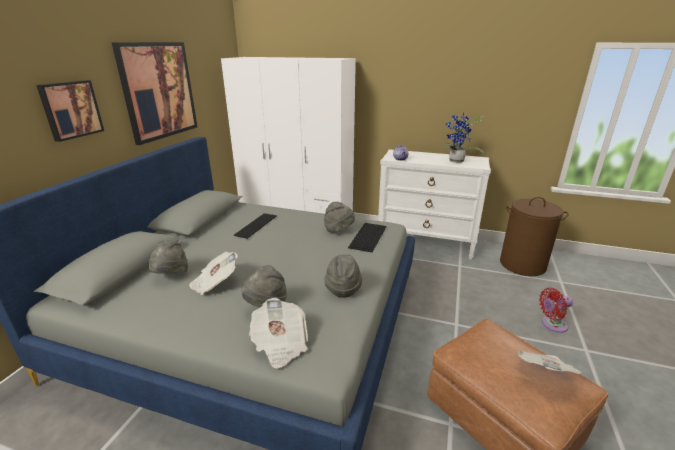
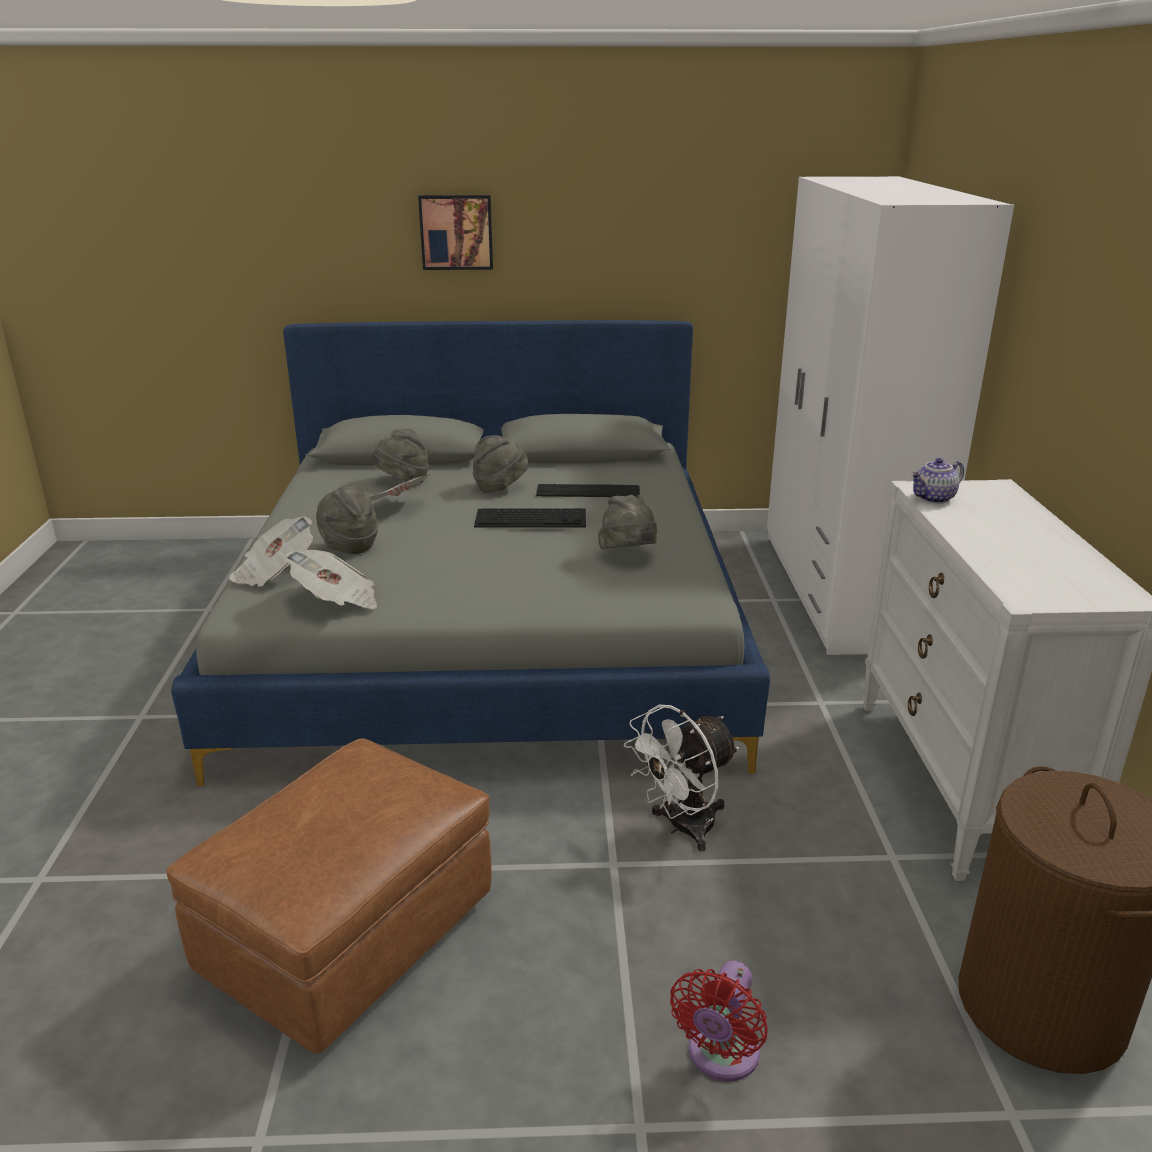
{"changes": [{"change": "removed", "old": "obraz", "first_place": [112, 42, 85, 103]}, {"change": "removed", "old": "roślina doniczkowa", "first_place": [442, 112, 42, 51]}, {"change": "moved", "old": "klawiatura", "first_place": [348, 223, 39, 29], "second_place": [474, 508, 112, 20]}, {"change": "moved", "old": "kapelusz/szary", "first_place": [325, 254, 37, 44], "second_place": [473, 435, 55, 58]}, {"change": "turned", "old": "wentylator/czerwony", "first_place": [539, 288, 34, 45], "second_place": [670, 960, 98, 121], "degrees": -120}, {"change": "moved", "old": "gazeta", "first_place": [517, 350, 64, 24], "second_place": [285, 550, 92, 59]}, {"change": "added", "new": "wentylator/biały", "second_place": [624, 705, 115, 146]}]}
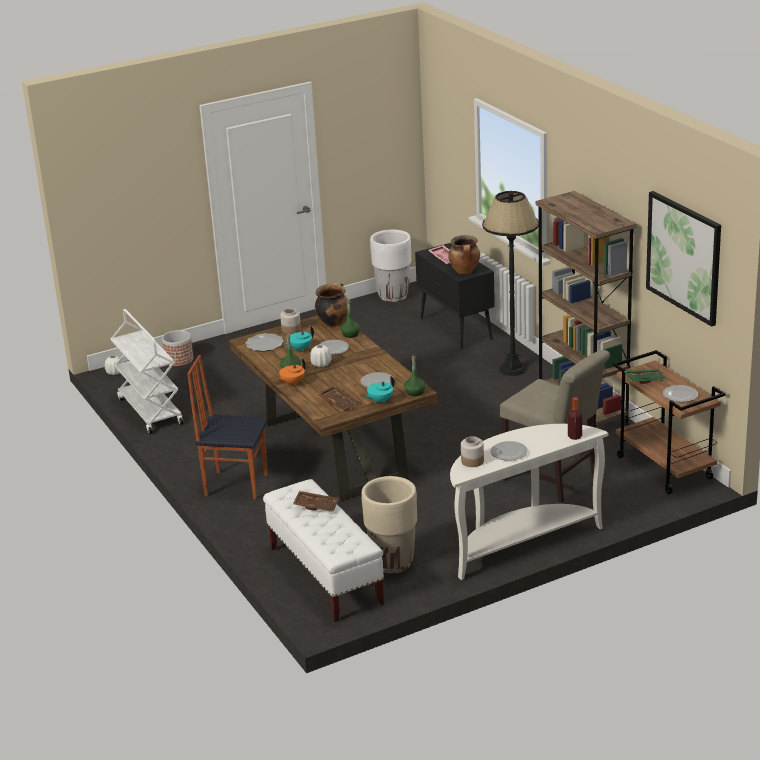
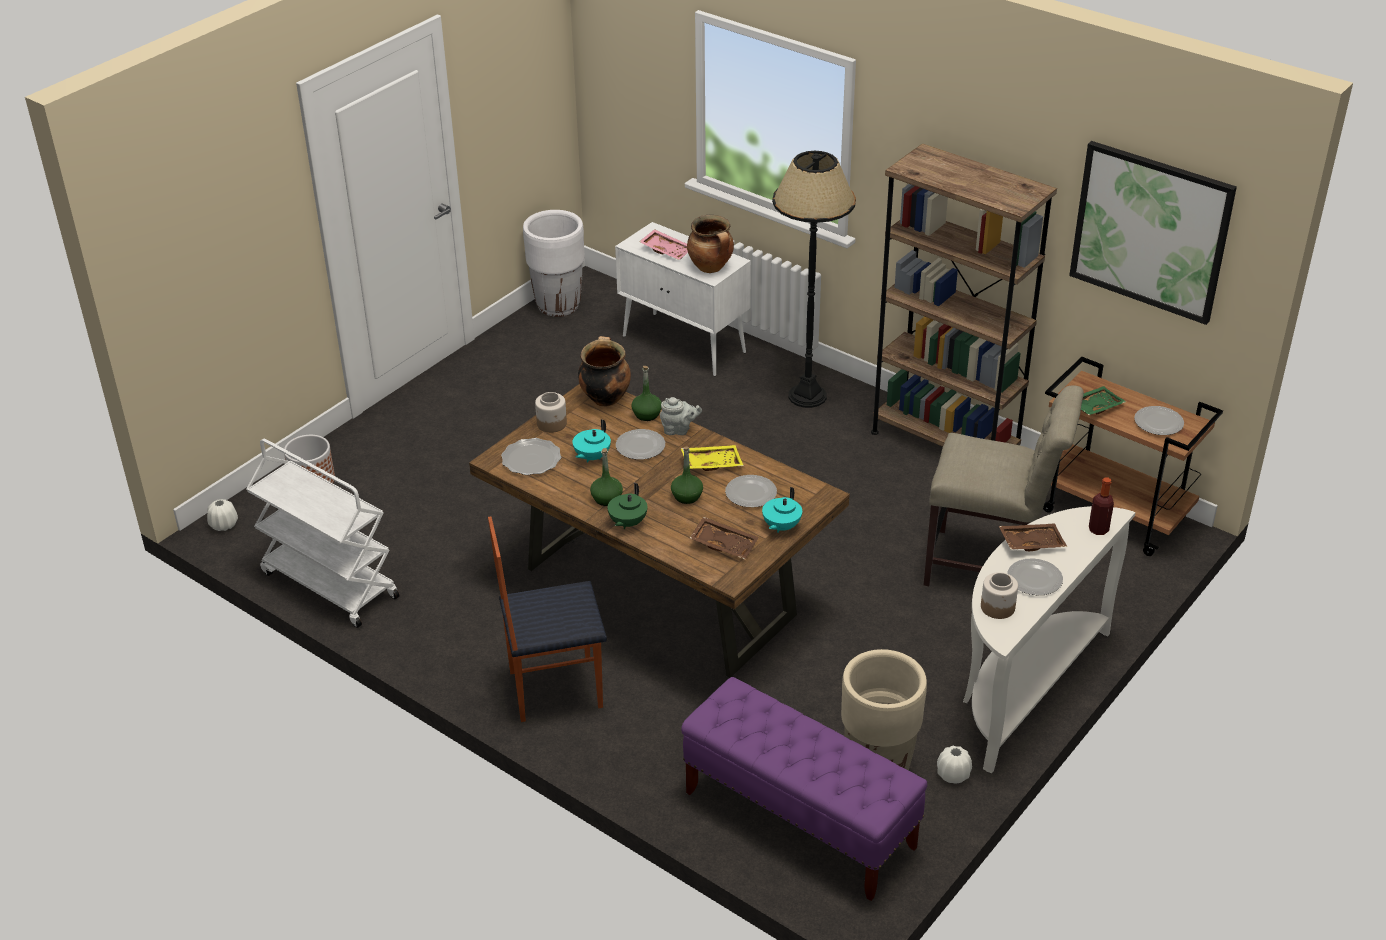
{"changes": [{"change": "recoloured", "old": "szafka/czarny", "new": "szafka/biały", "first_place": [415, 243, 80, 106], "second_place": [615, 222, 136, 154]}, {"change": "moved", "old": "wazon/biały", "first_place": [310, 345, 22, 22], "second_place": [937, 746, 35, 38]}, {"change": "moved", "old": "butelka/zielony", "first_place": [404, 356, 22, 40], "second_place": [671, 446, 32, 58]}, {"change": "recoloured", "old": "imbryk/pomarańczowy", "new": "imbryk/zielony", "first_place": [277, 358, 28, 28], "second_place": [608, 483, 39, 46]}, {"change": "recoloured", "old": "ławka/biały", "new": "ławka/fioletowy", "first_place": [263, 479, 121, 143], "second_place": [681, 677, 246, 224]}, {"change": "moved", "old": "taca/brązowy", "first_place": [293, 491, 46, 21], "second_place": [999, 523, 68, 28]}, {"change": "added", "new": "imbryk/szary", "second_place": [660, 397, 42, 38]}, {"change": "added", "new": "taca/żółty", "second_place": [681, 445, 63, 26]}]}
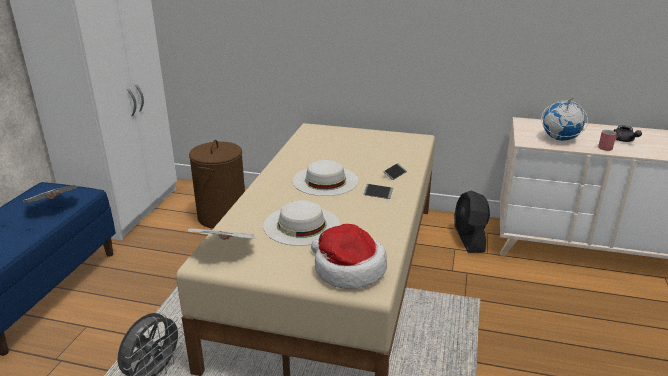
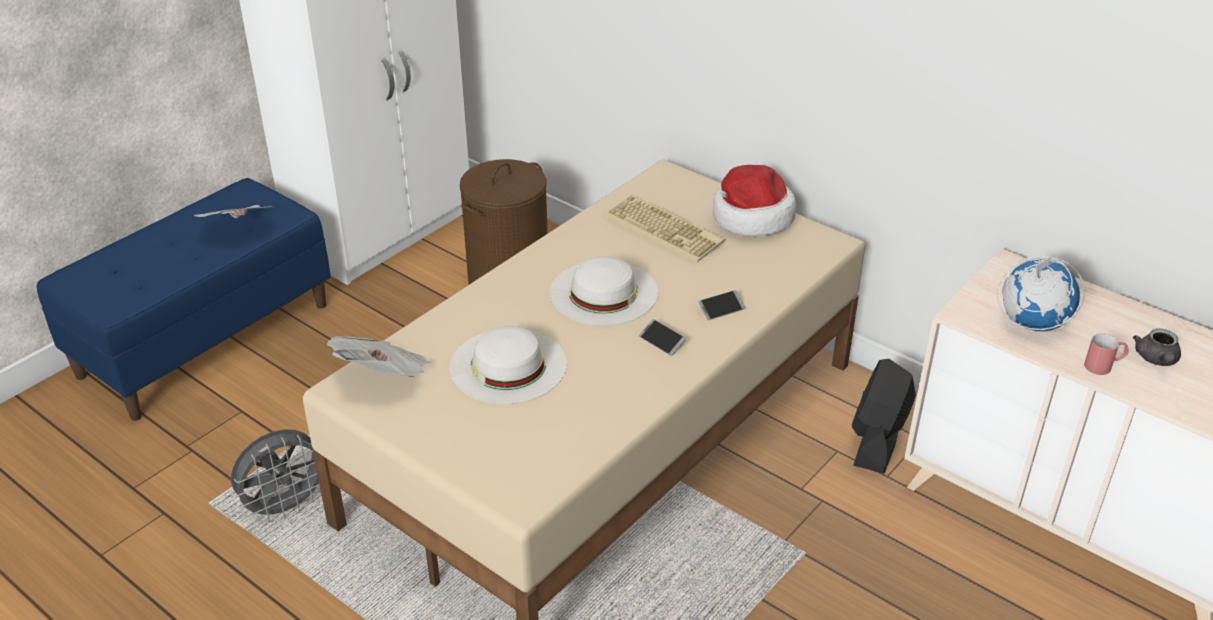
{"changes": [{"change": "moved", "old": "kapelusz", "first_place": [311, 224, 76, 65], "second_place": [713, 165, 83, 71]}, {"change": "added", "new": "klawiatura", "second_place": [605, 195, 120, 67]}]}
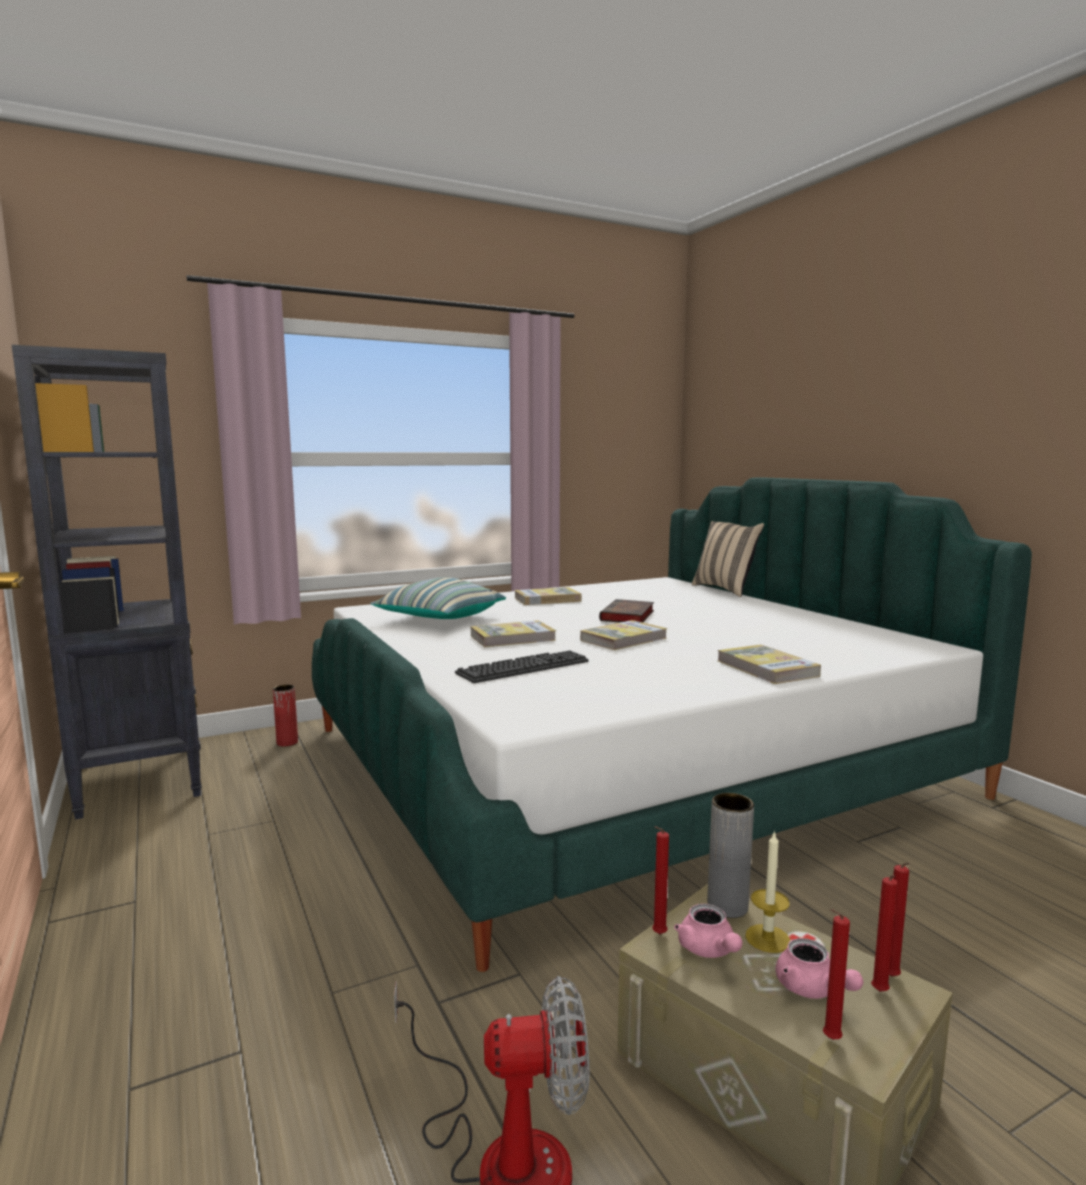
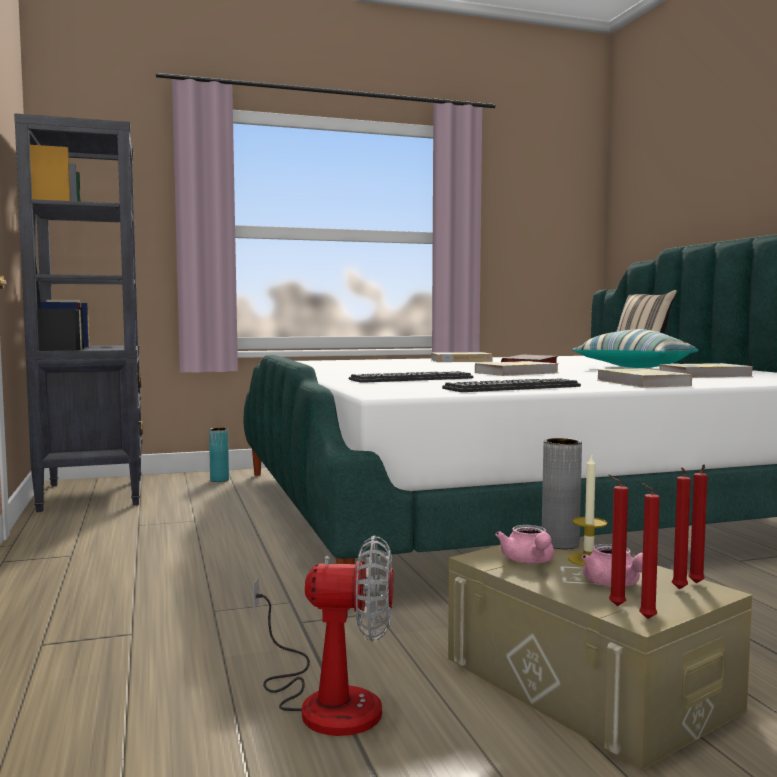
{"changes": [{"change": "moved", "old": "poduszka", "first_place": [371, 577, 135, 42], "second_place": [572, 329, 126, 39]}, {"change": "moved", "old": "książka", "first_place": [471, 620, 85, 27], "second_place": [659, 363, 95, 15]}, {"change": "recoloured", "old": "wazon/czerwony", "new": "wazon/turkusowy", "first_place": [273, 685, 25, 62], "second_place": [209, 428, 20, 54]}, {"change": "moved", "old": "świeca/czerwony", "first_place": [652, 826, 17, 108], "second_place": [639, 483, 21, 136]}, {"change": "added", "new": "klawiatura", "second_place": [442, 378, 139, 14]}]}
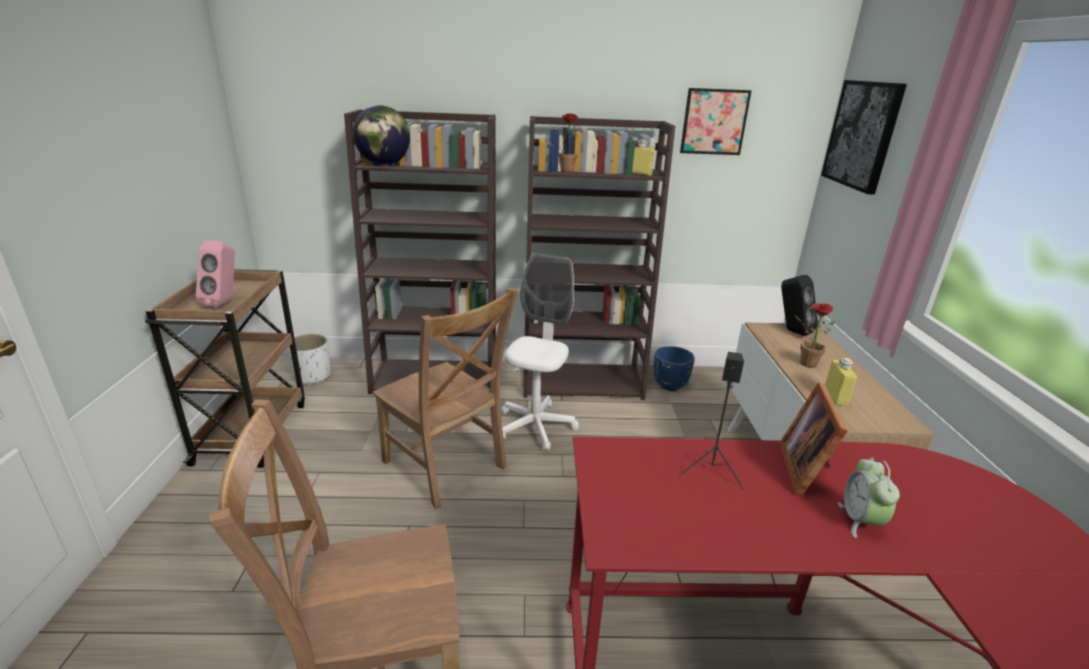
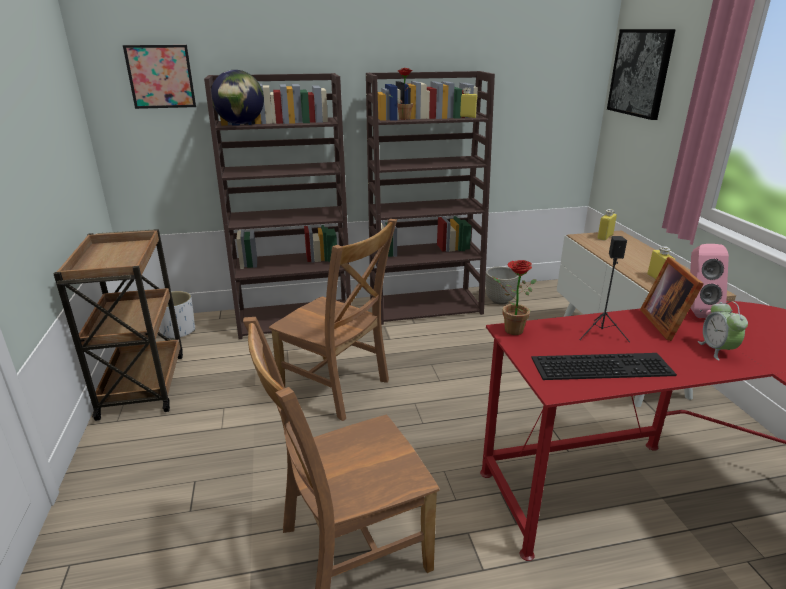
{"changes": [{"change": "moved", "old": "obraz", "first_place": [680, 88, 72, 67], "second_place": [123, 45, 73, 64]}, {"change": "moved", "old": "głośnik/różowy", "first_place": [196, 241, 39, 67], "second_place": [690, 244, 39, 74]}, {"change": "removed", "old": "krzesło biurowe/biały", "first_place": [501, 253, 78, 198]}, {"change": "replaced", "old": "głośnik/czarny", "new": "butelka/żółty", "first_place": [781, 275, 37, 61], "second_place": [597, 209, 20, 32]}, {"change": "moved", "old": "roślina doniczkowa", "first_place": [795, 303, 41, 65], "second_place": [492, 260, 45, 75]}, {"change": "recoloured", "old": "donica/niebieski", "new": "donica/szary", "first_place": [654, 346, 41, 45], "second_place": [485, 266, 34, 39]}, {"change": "added", "new": "klawiatura", "second_place": [531, 353, 146, 27]}]}
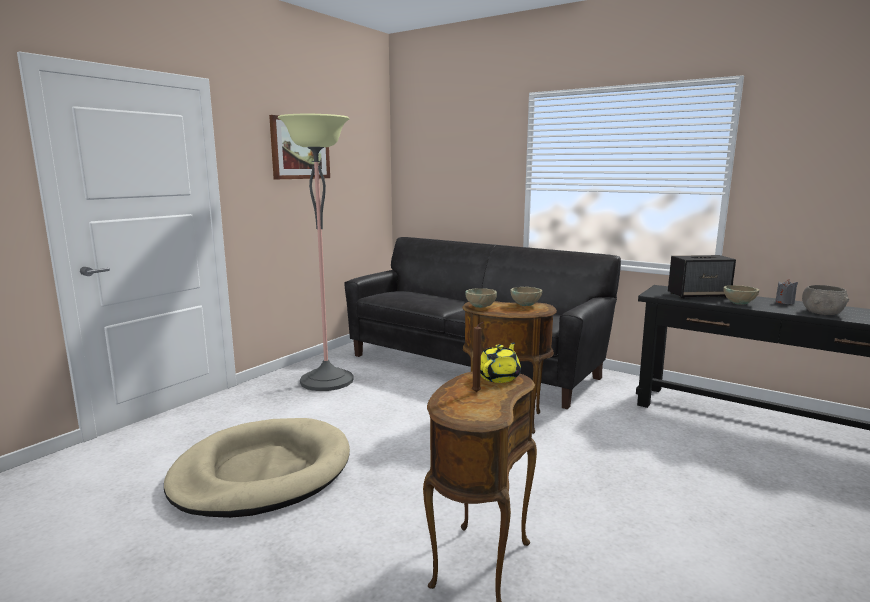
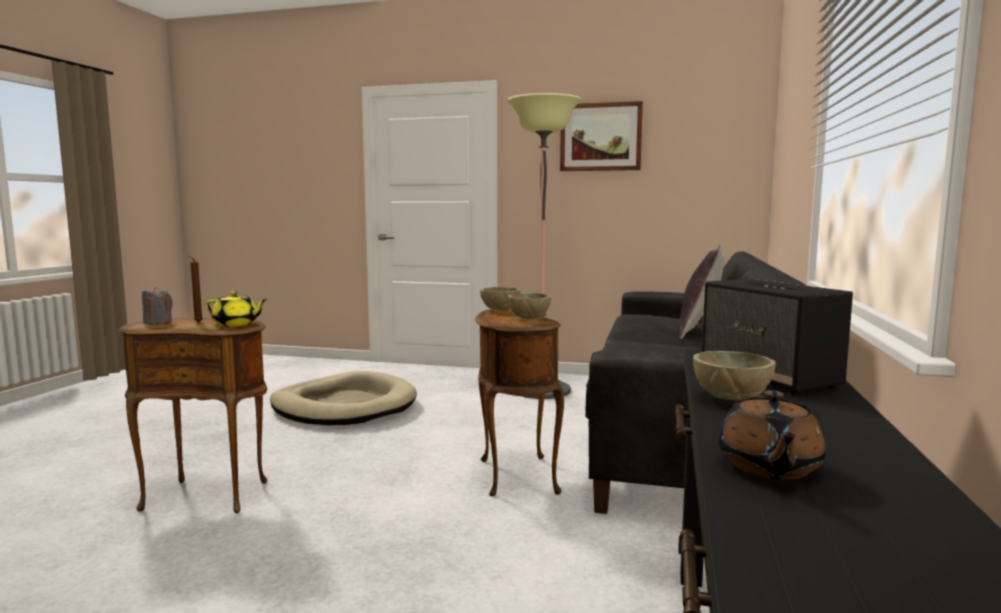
{"changes": [{"change": "moved", "old": "świeca/szary", "first_place": [775, 279, 23, 25], "second_place": [142, 287, 31, 37]}, {"change": "replaced", "old": "miska/szary", "new": "imbryk/brązowy", "first_place": [802, 285, 47, 30], "second_place": [718, 390, 108, 89]}, {"change": "added", "new": "poduszka/szary", "second_place": [679, 245, 46, 94]}]}
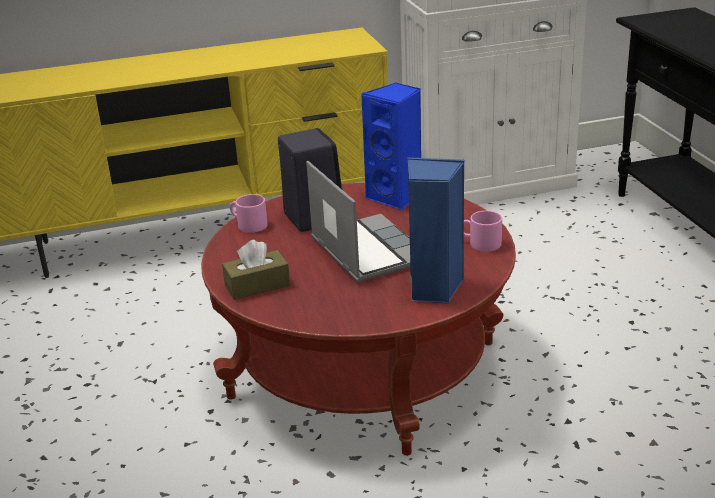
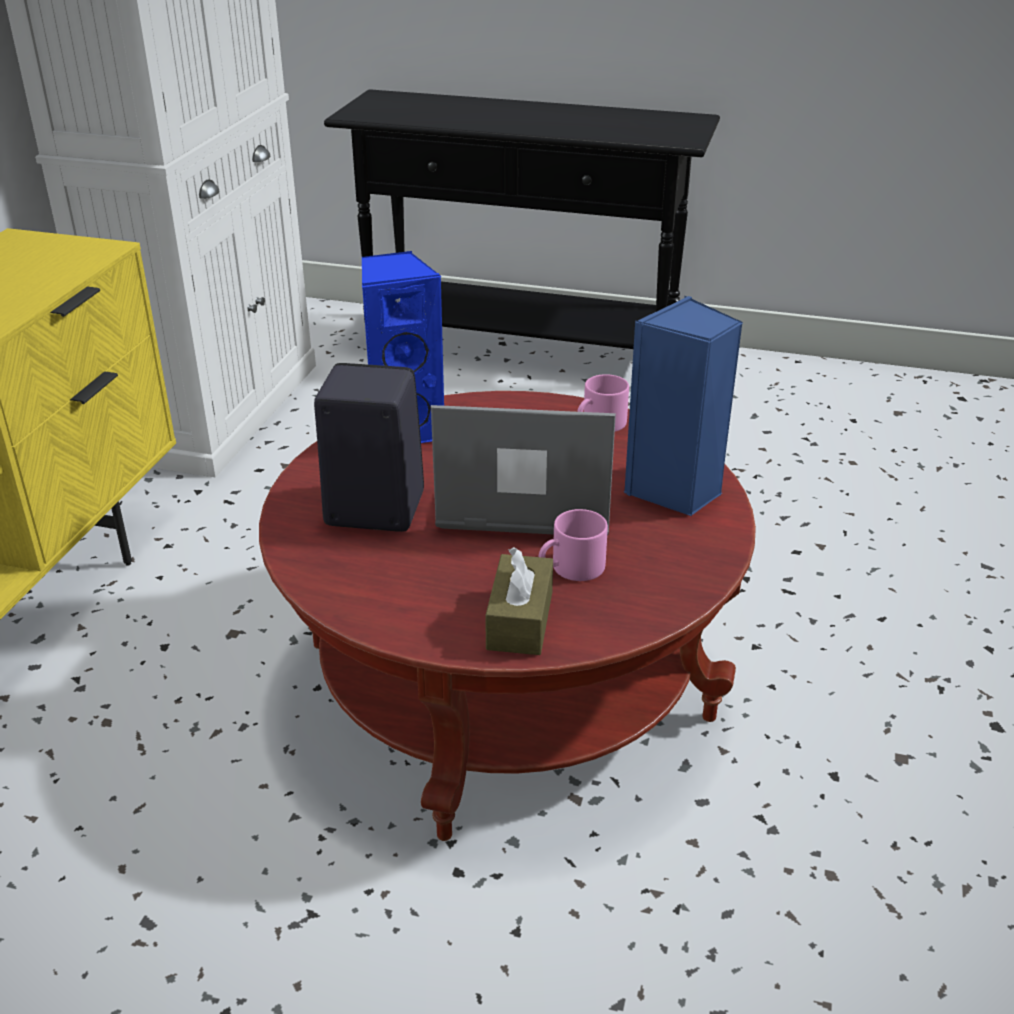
{"changes": [{"change": "moved", "old": "kubek/różowy", "first_place": [230, 194, 37, 39], "second_place": [539, 509, 69, 72]}]}
